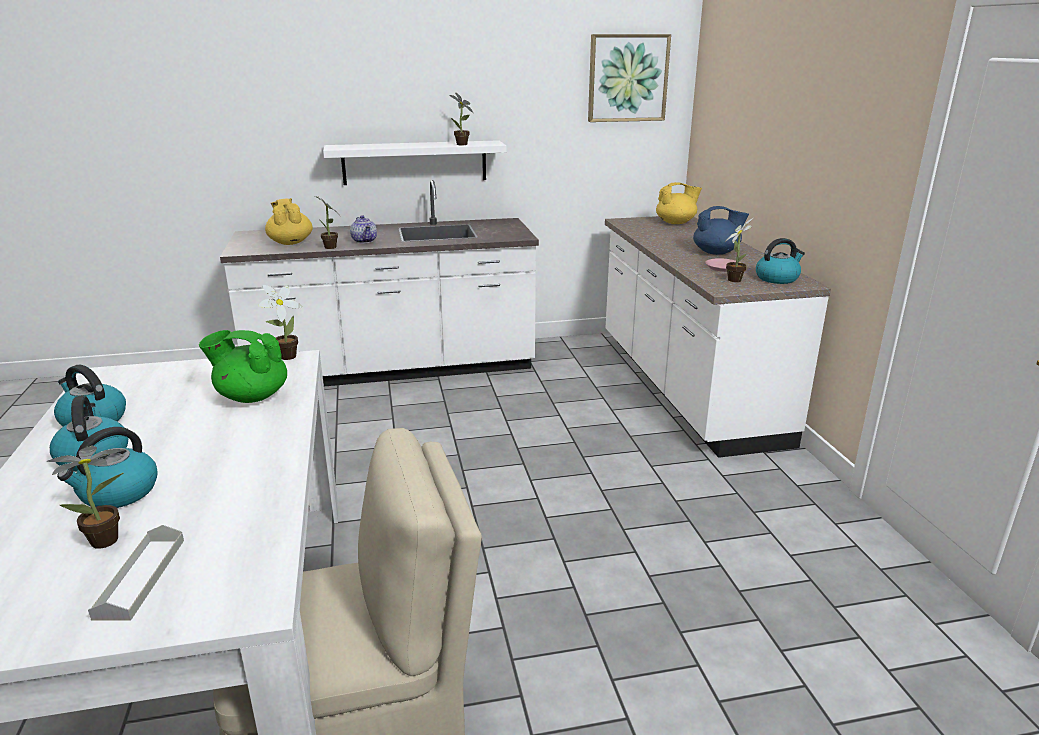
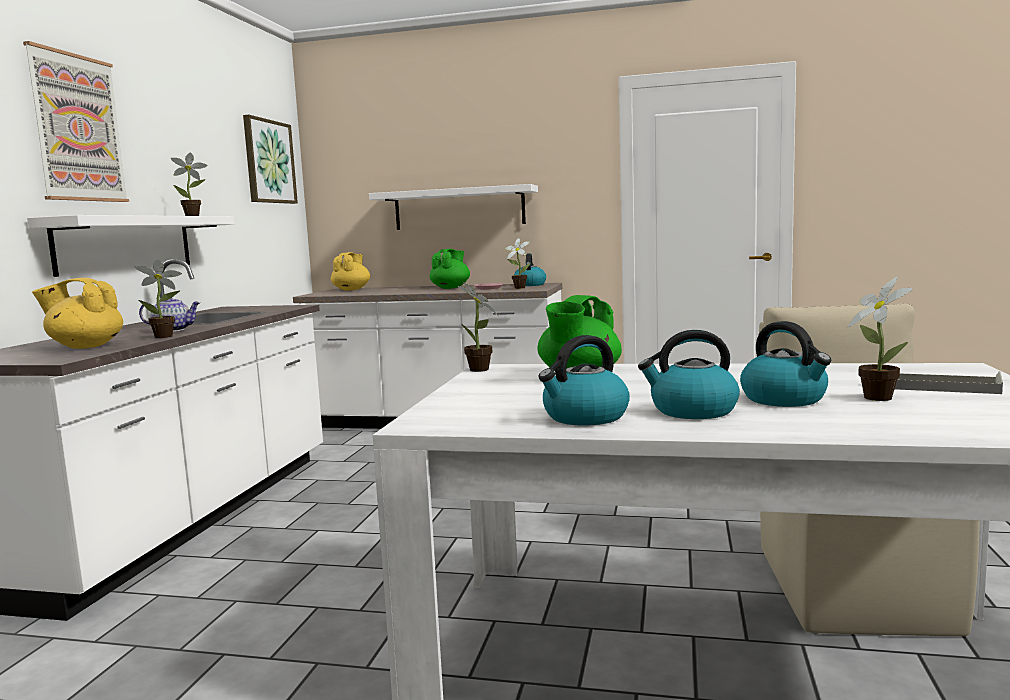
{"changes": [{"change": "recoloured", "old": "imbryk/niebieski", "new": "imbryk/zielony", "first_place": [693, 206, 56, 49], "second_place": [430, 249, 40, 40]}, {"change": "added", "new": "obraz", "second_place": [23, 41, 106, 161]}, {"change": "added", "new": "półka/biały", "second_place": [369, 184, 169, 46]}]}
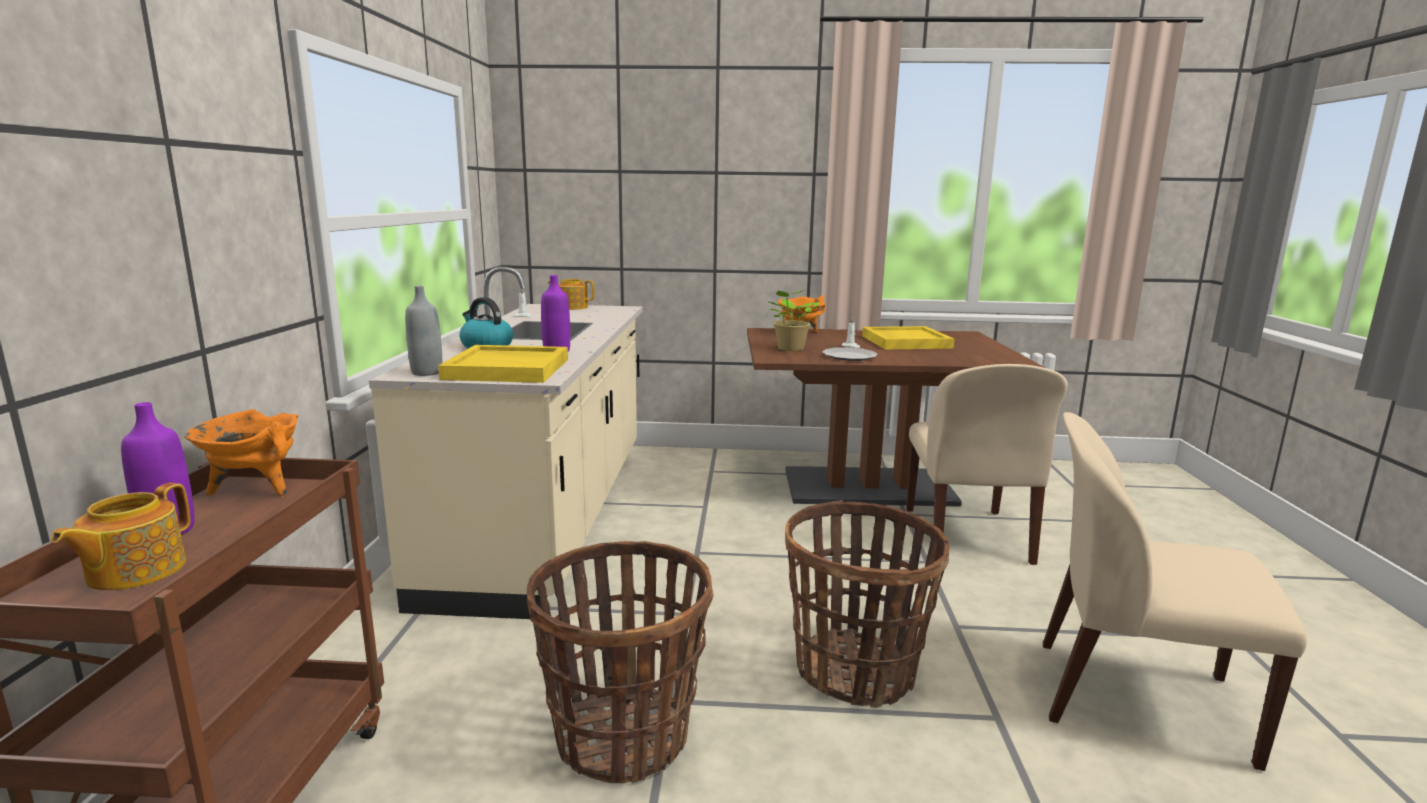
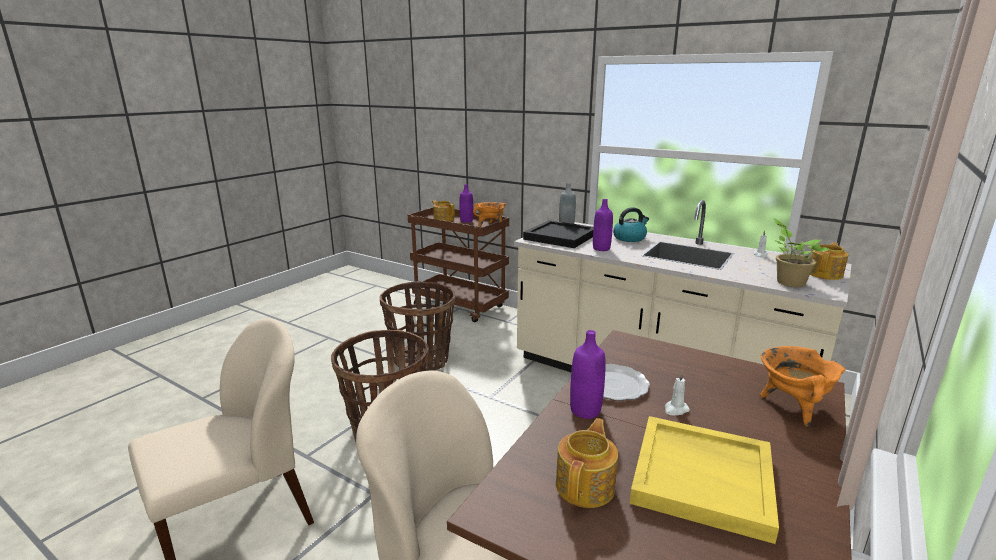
{"changes": [{"change": "moved", "old": "roślina doniczkowa", "first_place": [769, 290, 51, 61], "second_place": [774, 218, 56, 69]}, {"change": "recoloured", "old": "taca/żółty", "new": "taca/czarny", "first_place": [438, 345, 130, 38], "second_place": [523, 220, 71, 28]}, {"change": "added", "new": "butelka/fioletowy", "second_place": [570, 330, 36, 89]}, {"change": "added", "new": "imbryk", "second_place": [556, 418, 62, 90]}]}
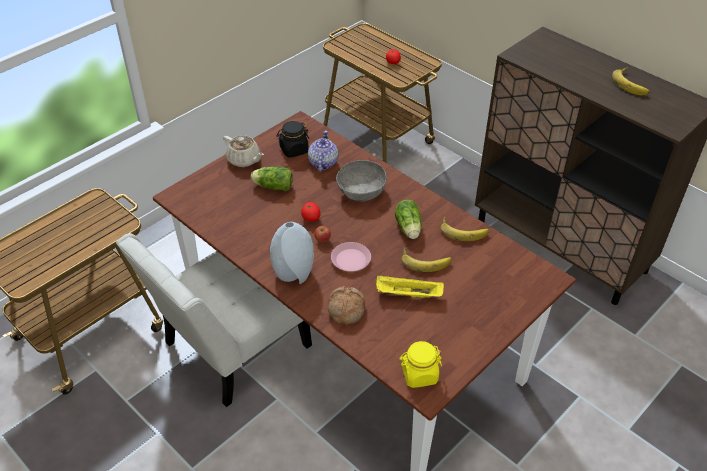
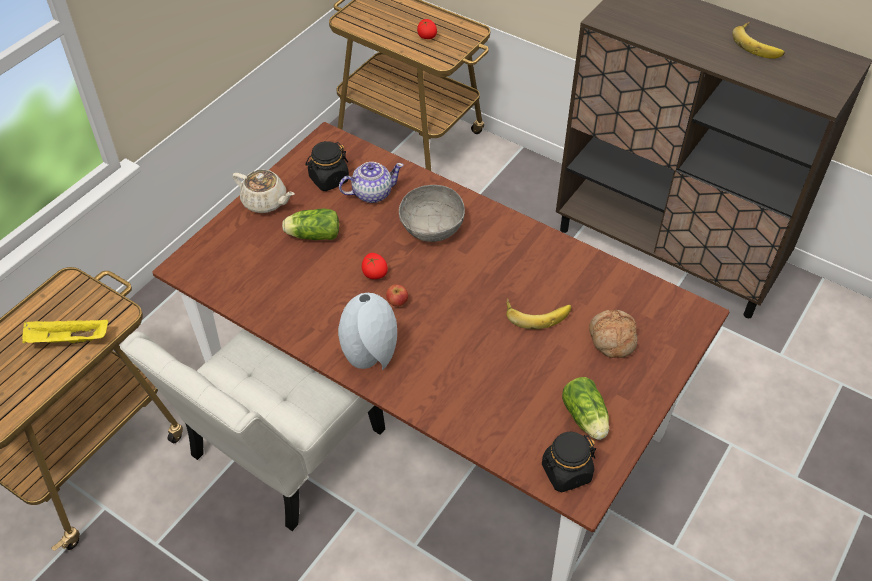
{"changes": [{"change": "turned", "old": "imbryk", "first_place": [308, 130, 30, 42], "second_place": [339, 162, 65, 41], "degrees": 75}, {"change": "moved", "old": "sałata", "first_place": [395, 200, 27, 39], "second_place": [562, 377, 47, 63]}, {"change": "removed", "old": "banan", "first_place": [440, 217, 49, 24]}, {"change": "removed", "old": "talerz/różowy", "first_place": [331, 242, 40, 30]}, {"change": "moved", "old": "taca/żółty", "first_place": [376, 275, 68, 23], "second_place": [22, 320, 86, 24]}, {"change": "moved", "old": "chleb", "first_place": [328, 286, 37, 39], "second_place": [589, 310, 48, 48]}, {"change": "recoloured", "old": "słoik/żółty", "new": "słoik/czarny", "first_place": [399, 341, 43, 47], "second_place": [542, 432, 54, 60]}]}
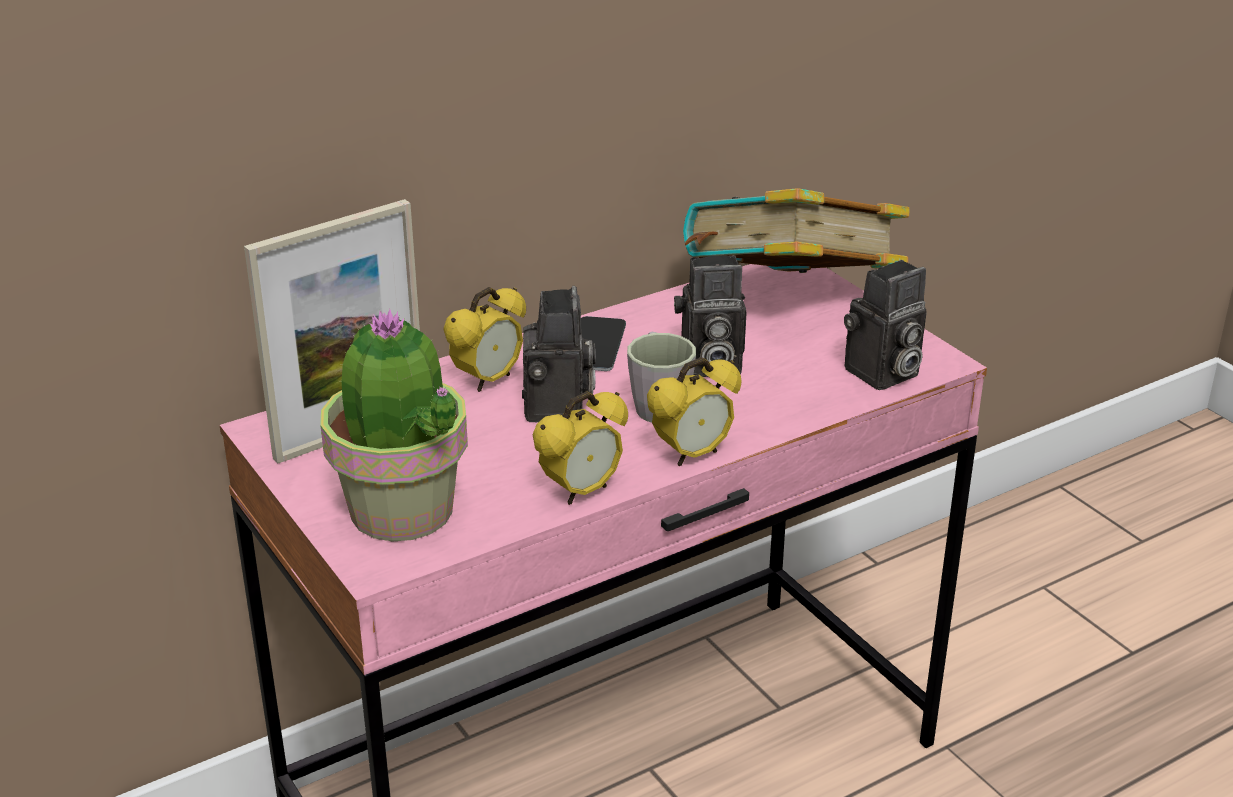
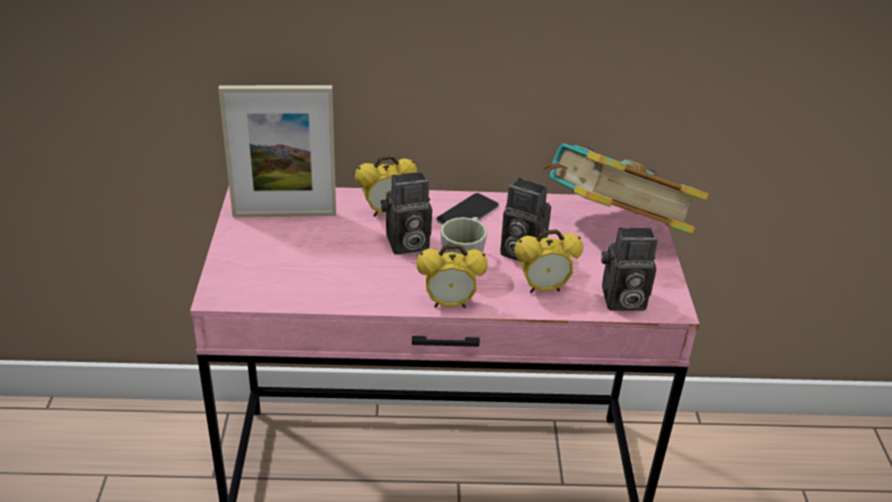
{"changes": [{"change": "turned", "old": "aparat fotograficzny", "first_place": [522, 286, 74, 136], "second_place": [381, 171, 51, 84], "degrees": 45}, {"change": "removed", "old": "roślina doniczkowa", "first_place": [320, 309, 148, 233]}, {"change": "moved", "old": "budzik", "first_place": [533, 391, 95, 114], "second_place": [514, 229, 69, 64]}]}
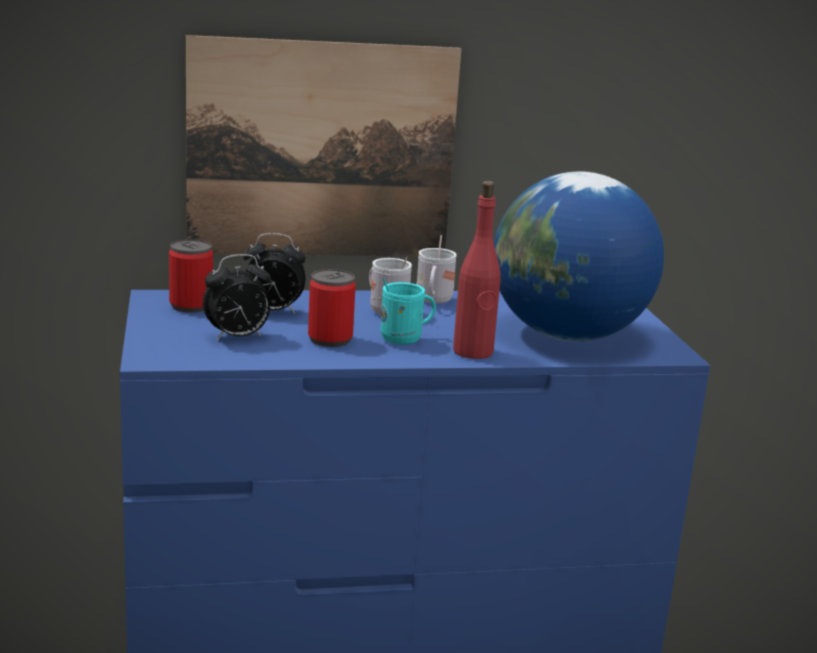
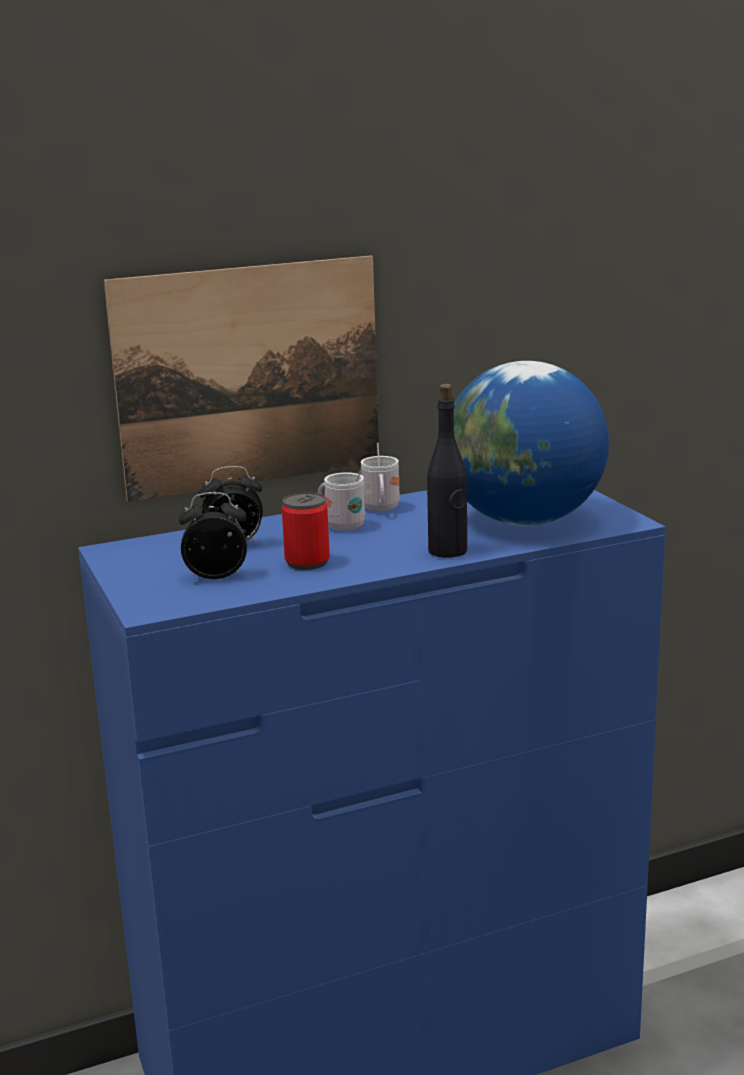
{"changes": [{"change": "recoloured", "old": "butelka/czerwony", "new": "butelka/czarny", "first_place": [453, 181, 48, 178], "second_place": [427, 384, 40, 174]}, {"change": "removed", "old": "puszka", "first_place": [169, 240, 44, 73]}, {"change": "turned", "old": "budzik", "first_place": [203, 254, 68, 87], "second_place": [179, 492, 68, 87], "degrees": -150}, {"change": "removed", "old": "kubek/turkusowy", "first_place": [380, 278, 56, 67]}]}
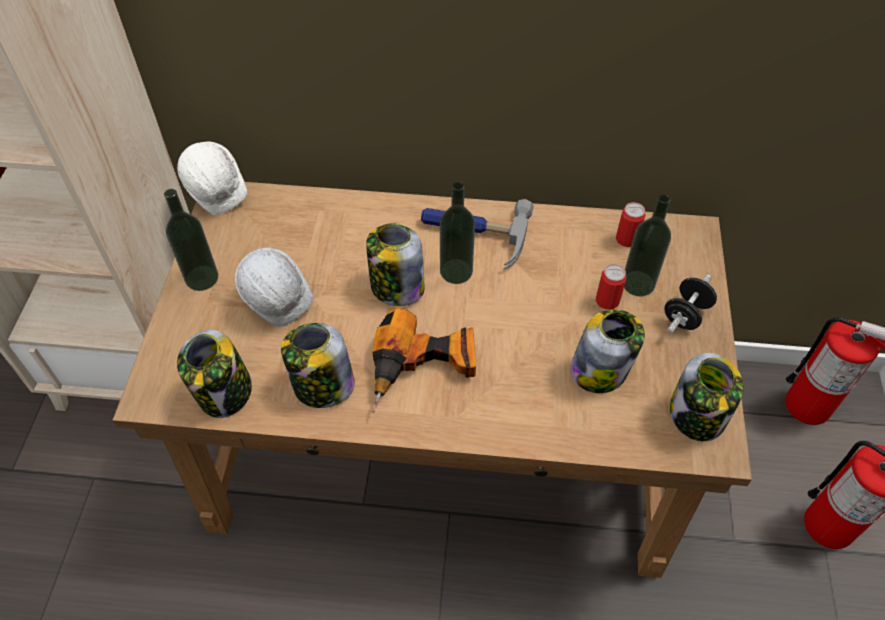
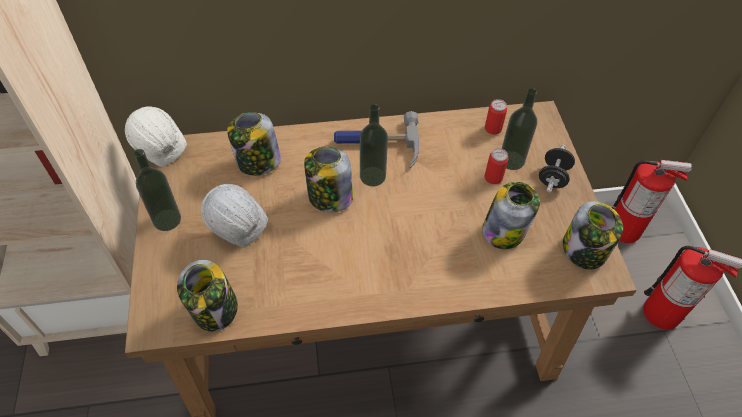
{"changes": [{"change": "removed", "old": "wiertarka", "first_place": [372, 308, 104, 105]}, {"change": "moved", "old": "słoik", "first_place": [281, 323, 74, 85], "second_place": [227, 112, 54, 64]}]}
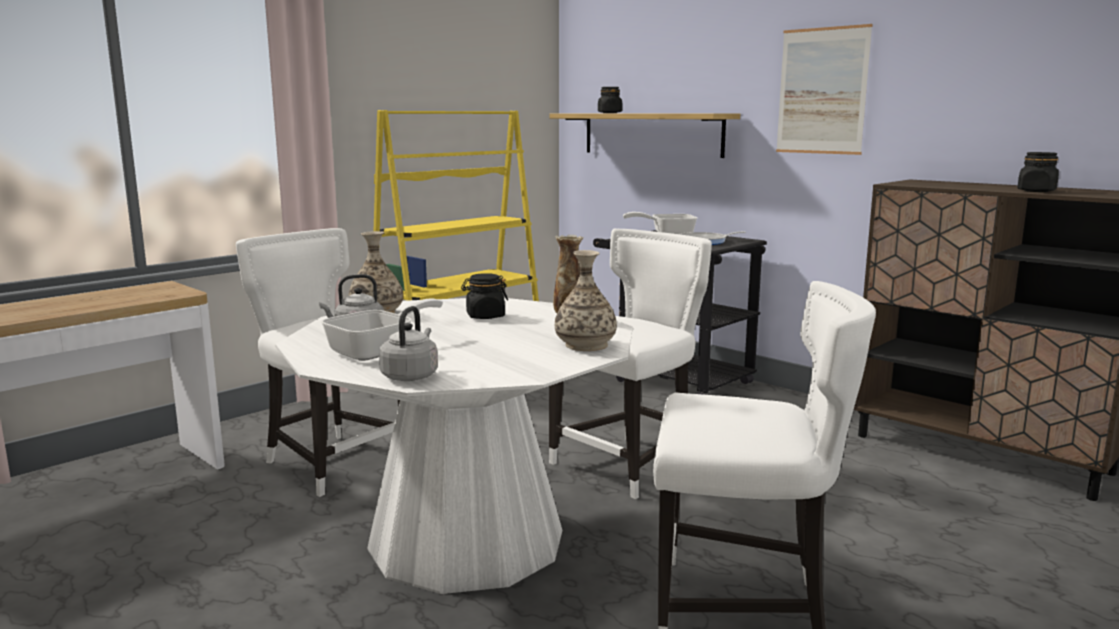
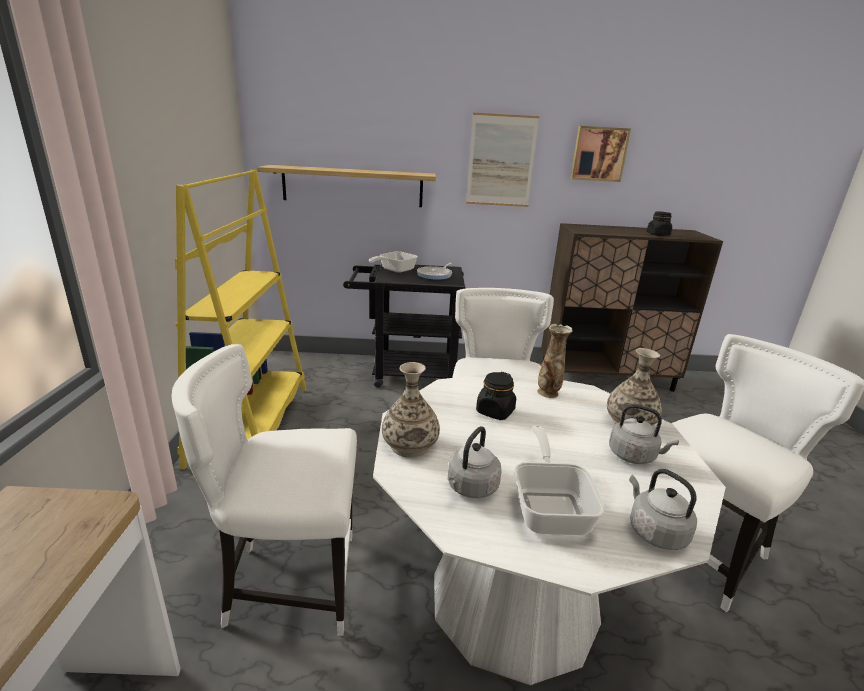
{"changes": [{"change": "removed", "old": "słoik/czarny", "first_place": [598, 87, 24, 26]}, {"change": "added", "new": "obraz", "second_place": [571, 126, 60, 56]}, {"change": "added", "new": "czajnik/szary", "second_place": [609, 404, 70, 60]}]}
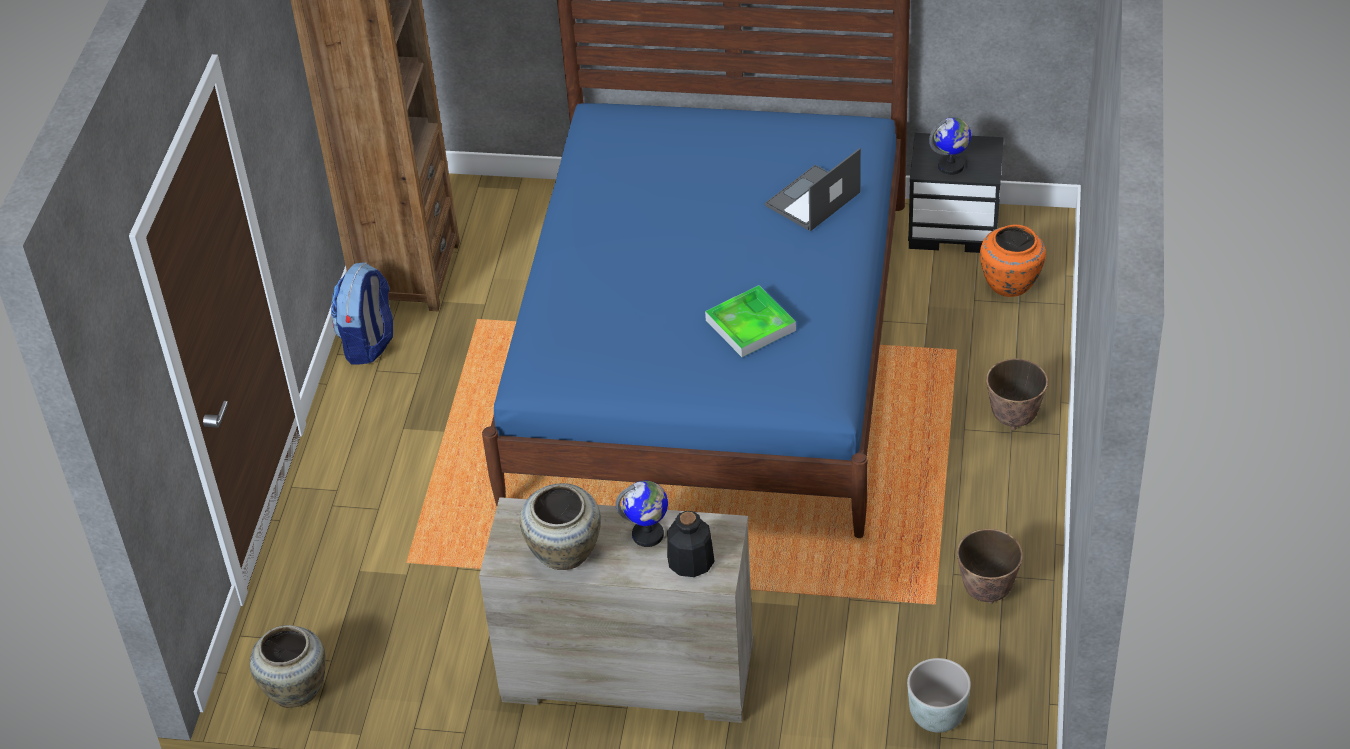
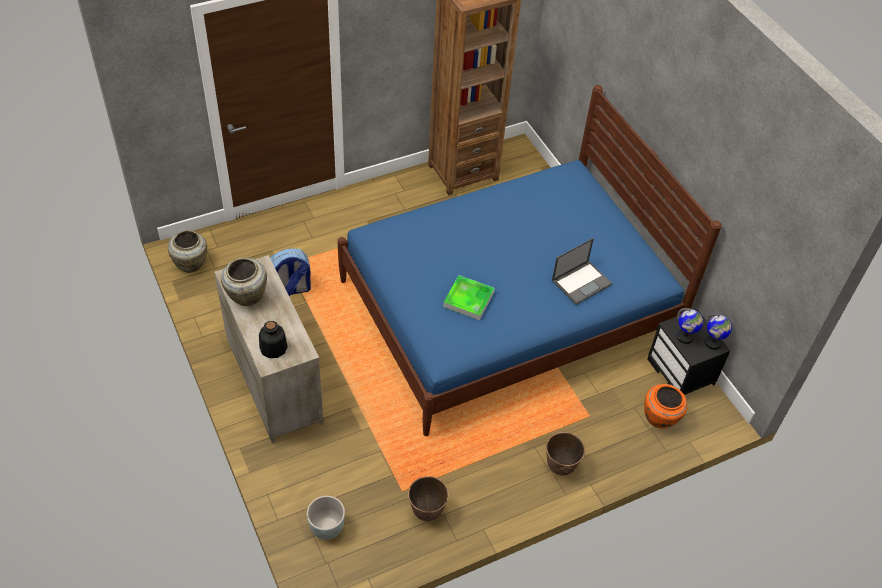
{"changes": [{"change": "turned", "old": "laptop", "first_place": [765, 148, 96, 83], "second_place": [552, 238, 60, 67], "degrees": 135}, {"change": "moved", "old": "plecak", "first_place": [331, 262, 62, 103], "second_place": [270, 249, 41, 47]}, {"change": "moved", "old": "globus", "first_place": [615, 481, 53, 66], "second_place": [705, 313, 27, 37]}]}
